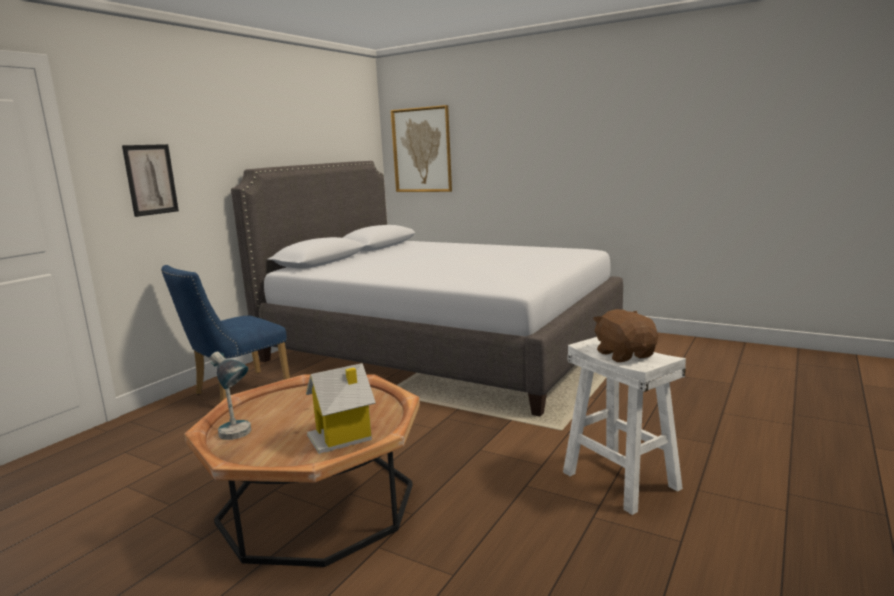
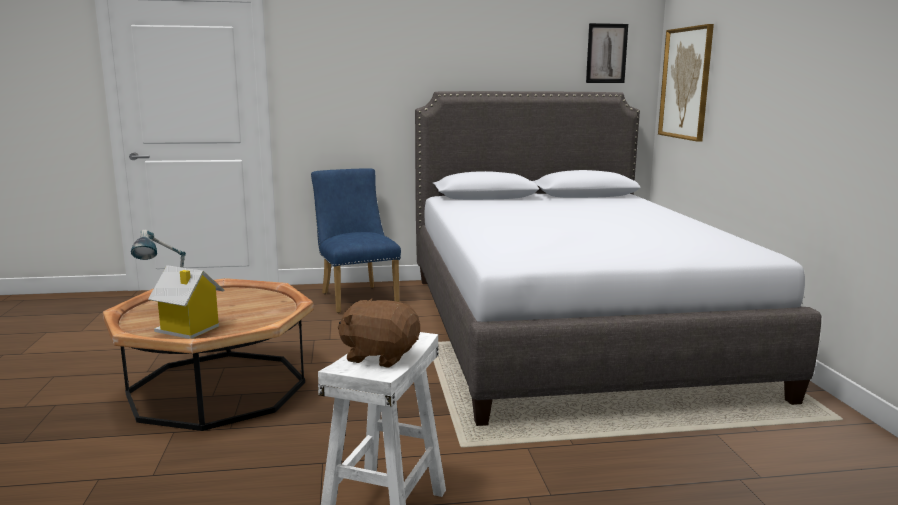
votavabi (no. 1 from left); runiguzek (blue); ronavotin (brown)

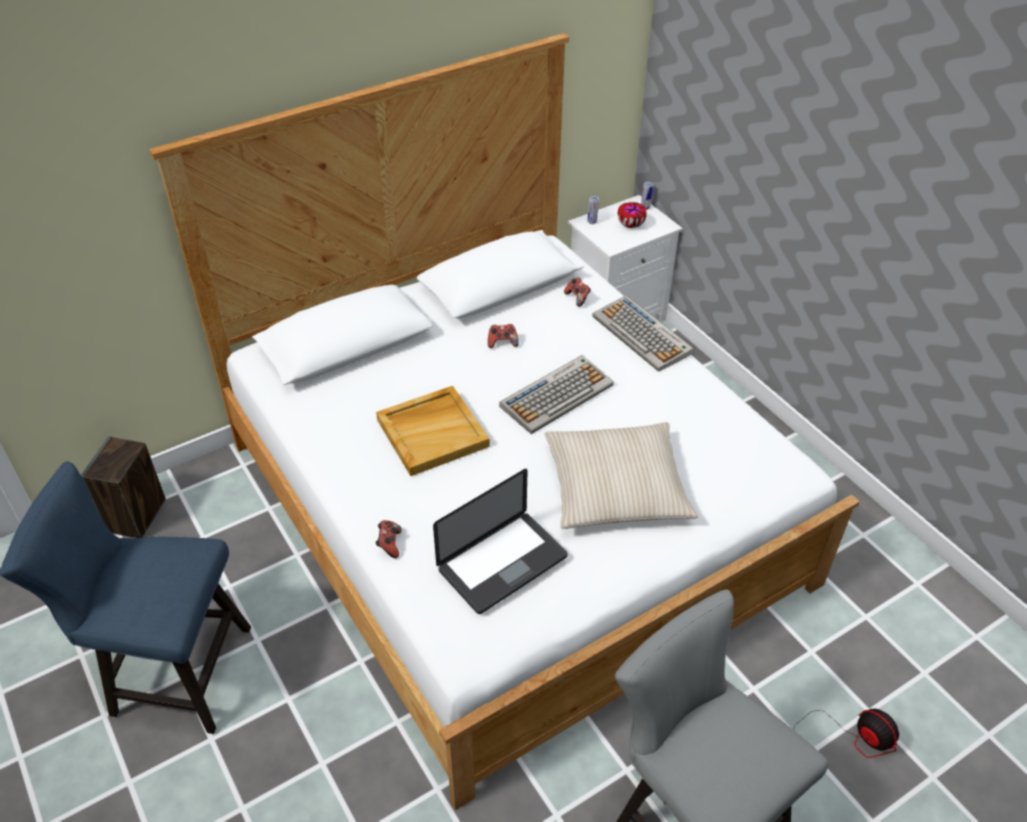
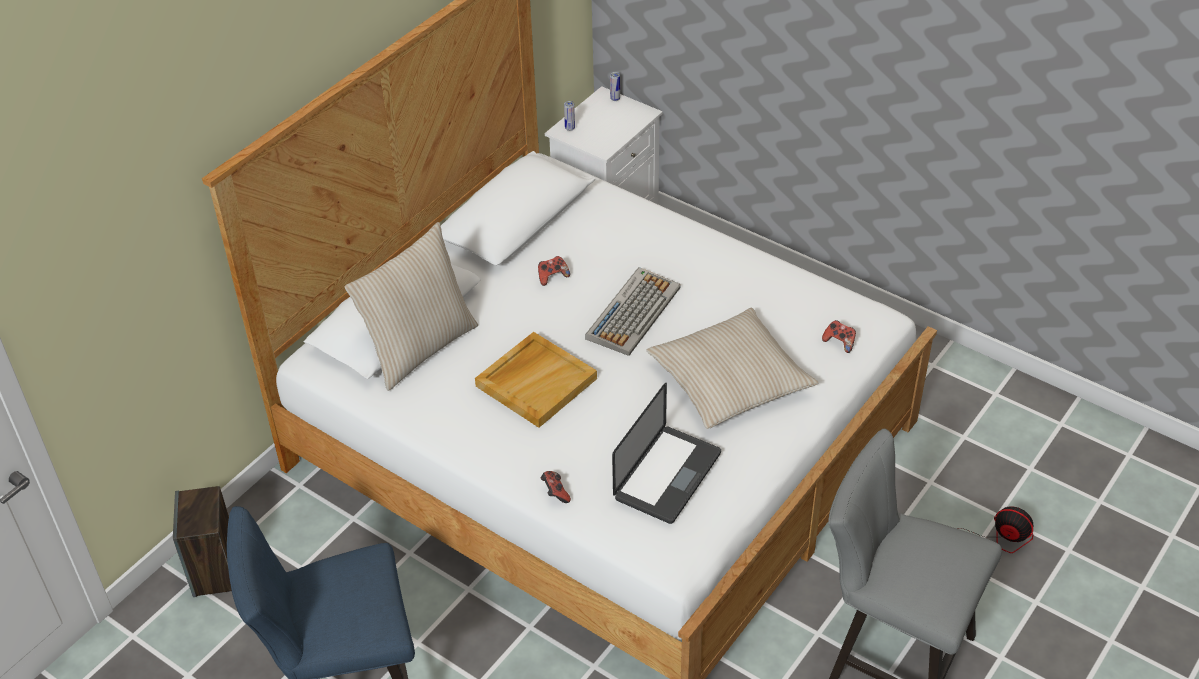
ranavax (no. 3 from left); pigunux (no. 2 from left in the first image); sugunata; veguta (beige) (no. 1 from left)

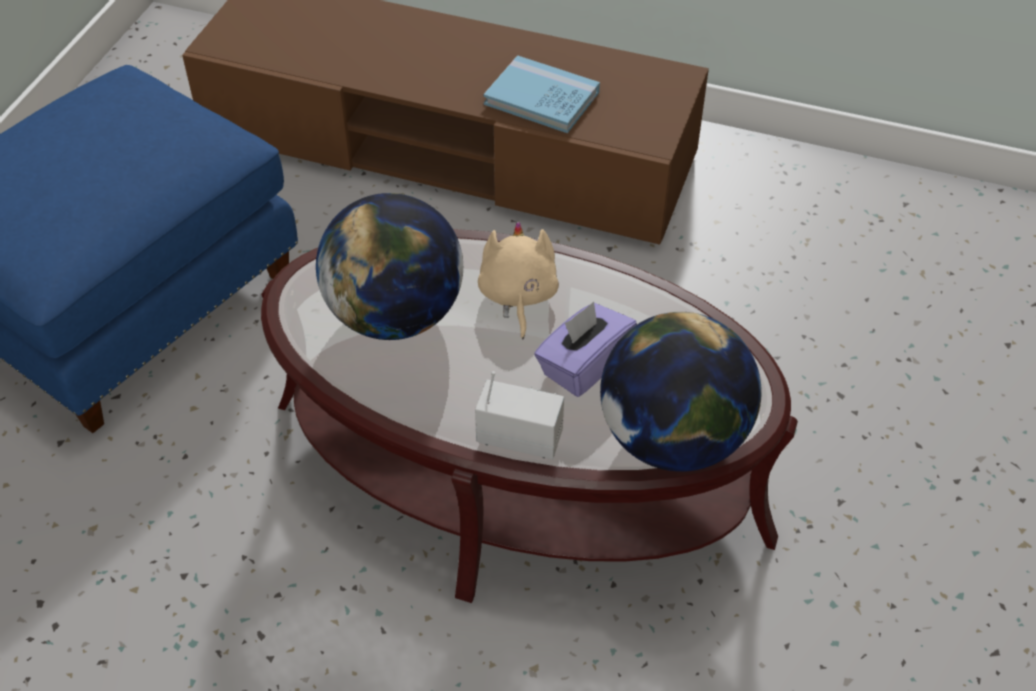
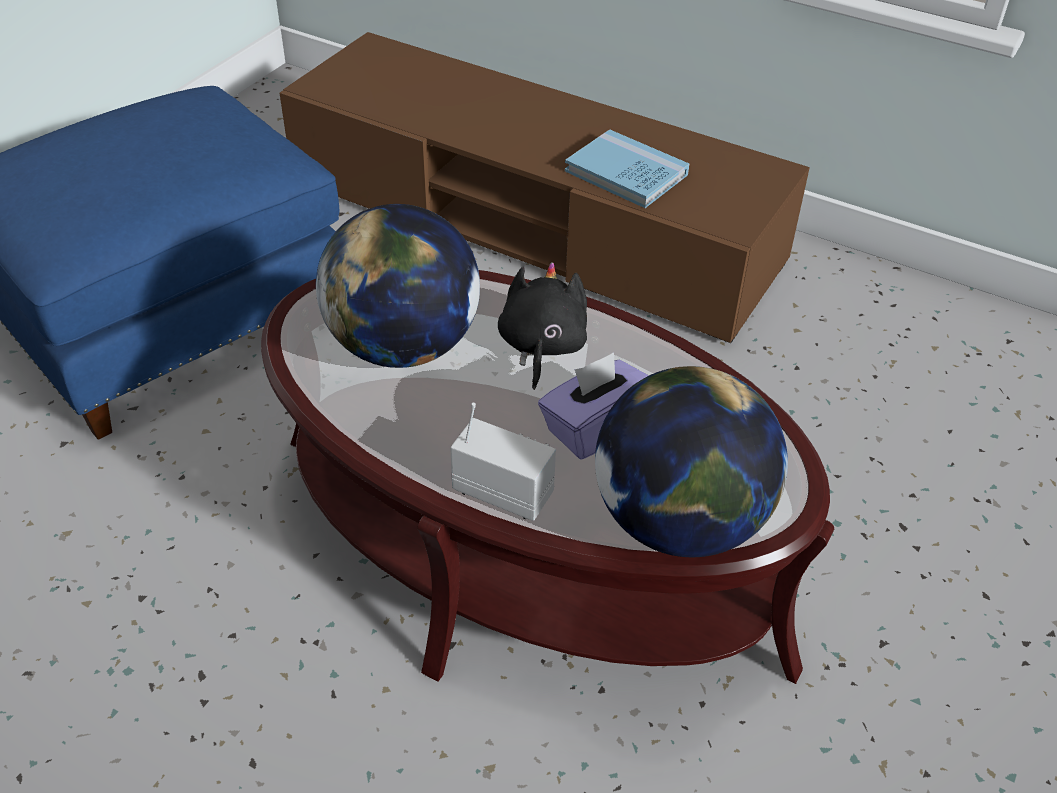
ronavotin (black)

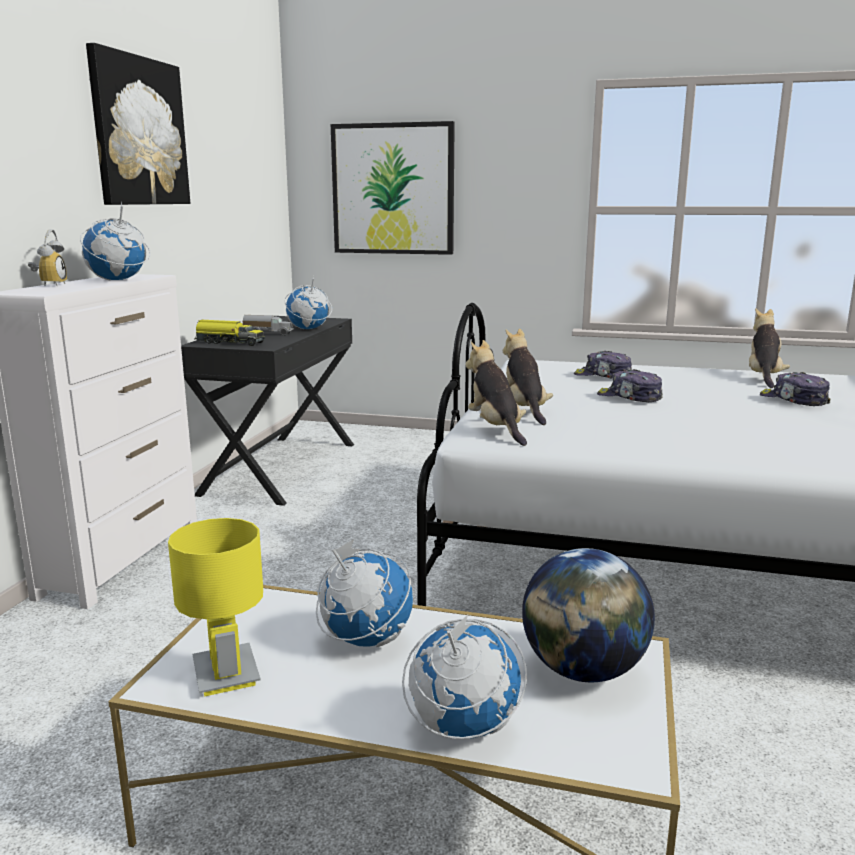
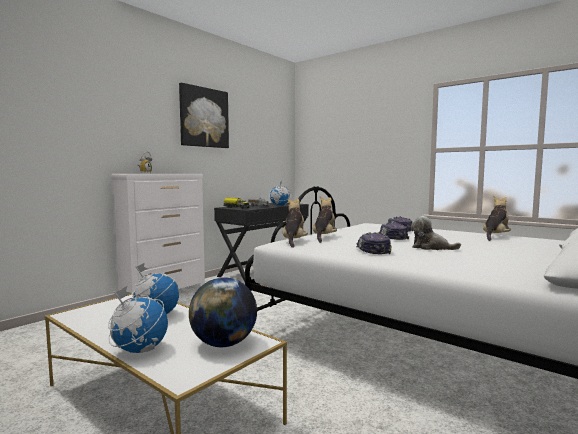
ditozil (no. 1 from left in the first image); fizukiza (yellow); votavabi (no. 2 from left in the first image); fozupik (no. 1 from left); ronavotin (no. 3 from left)

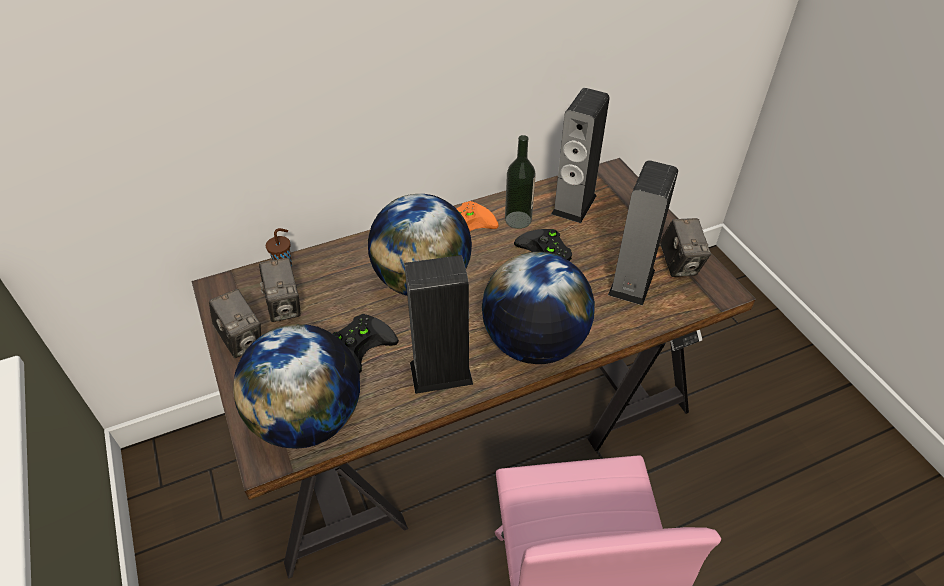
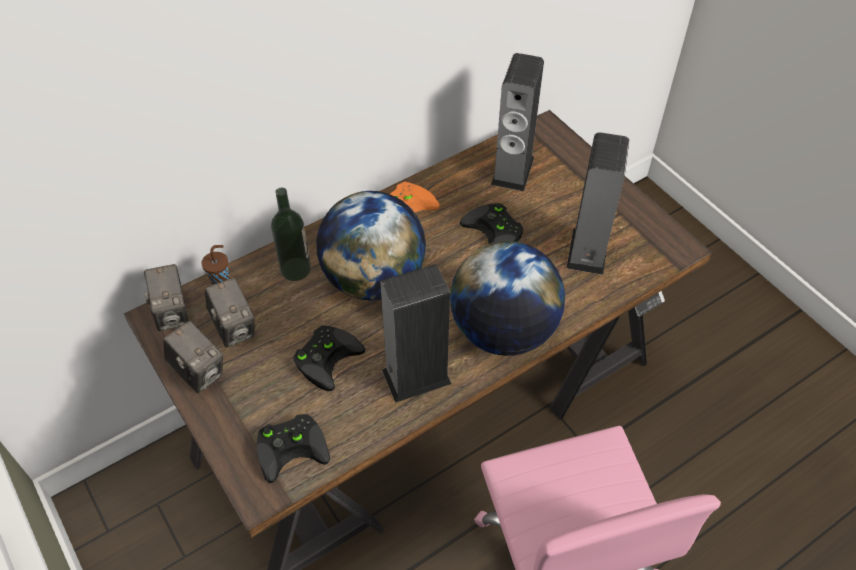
ranavax (black) (no. 1 from left); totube; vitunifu (no. 1 from left)

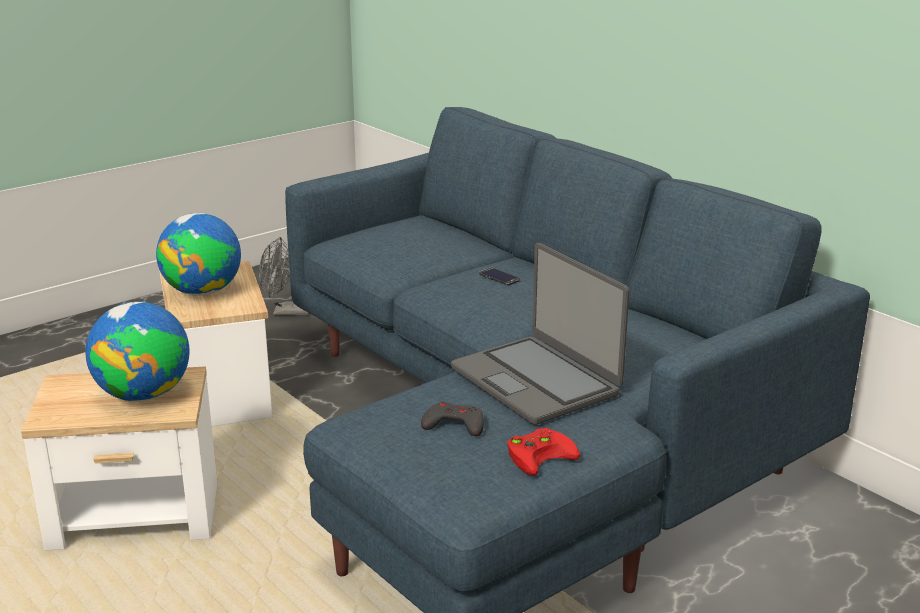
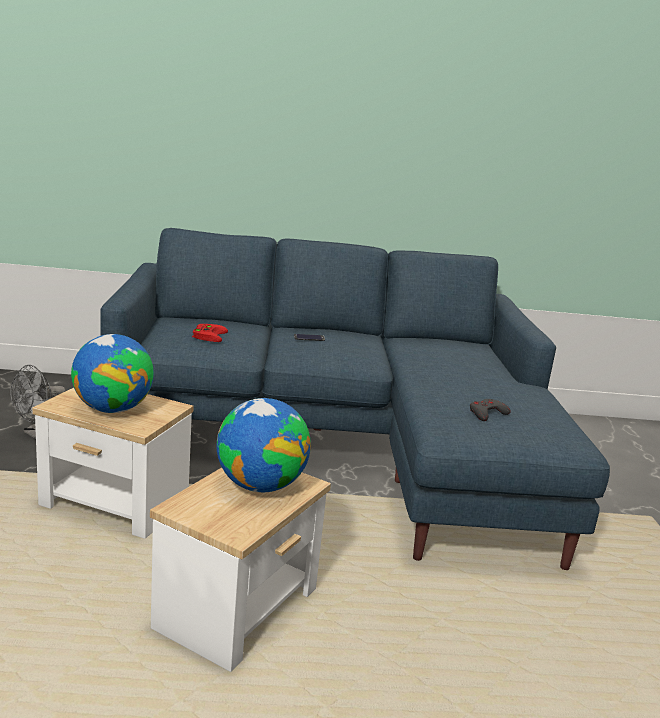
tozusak; ranavax (red)

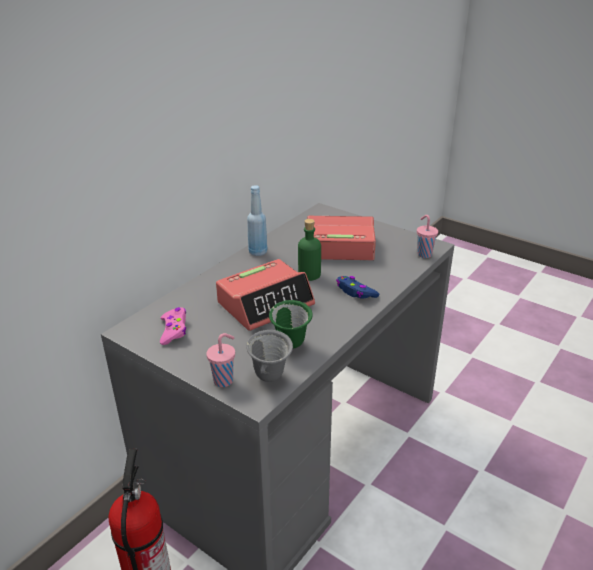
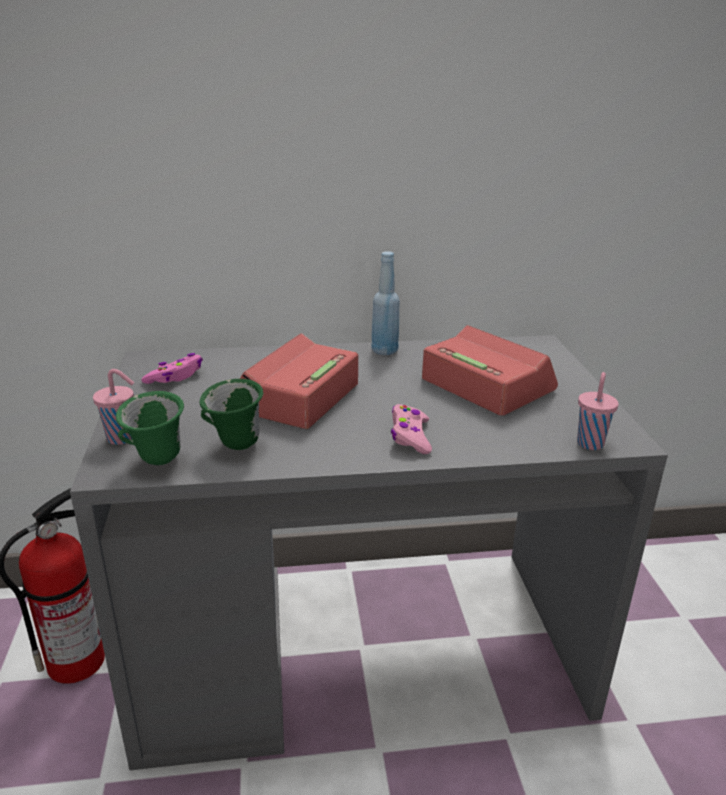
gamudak (no. 1 from left); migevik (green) (no. 1 from left); totube (green); ranavax (pink) (no. 2 from left)

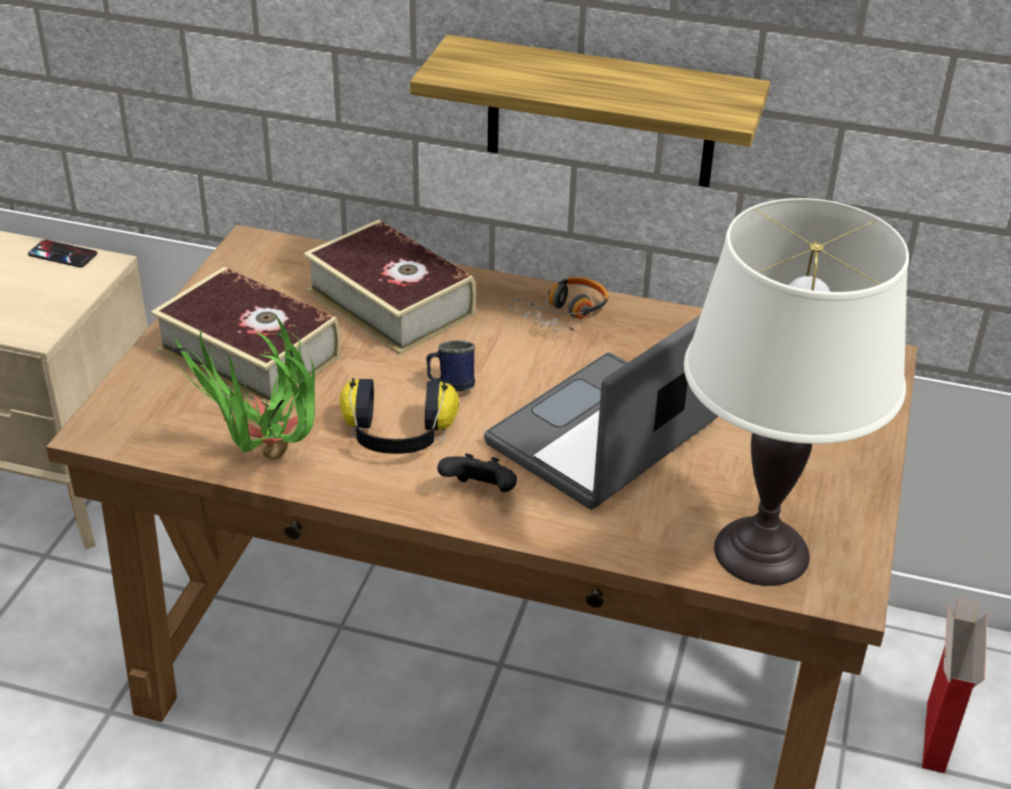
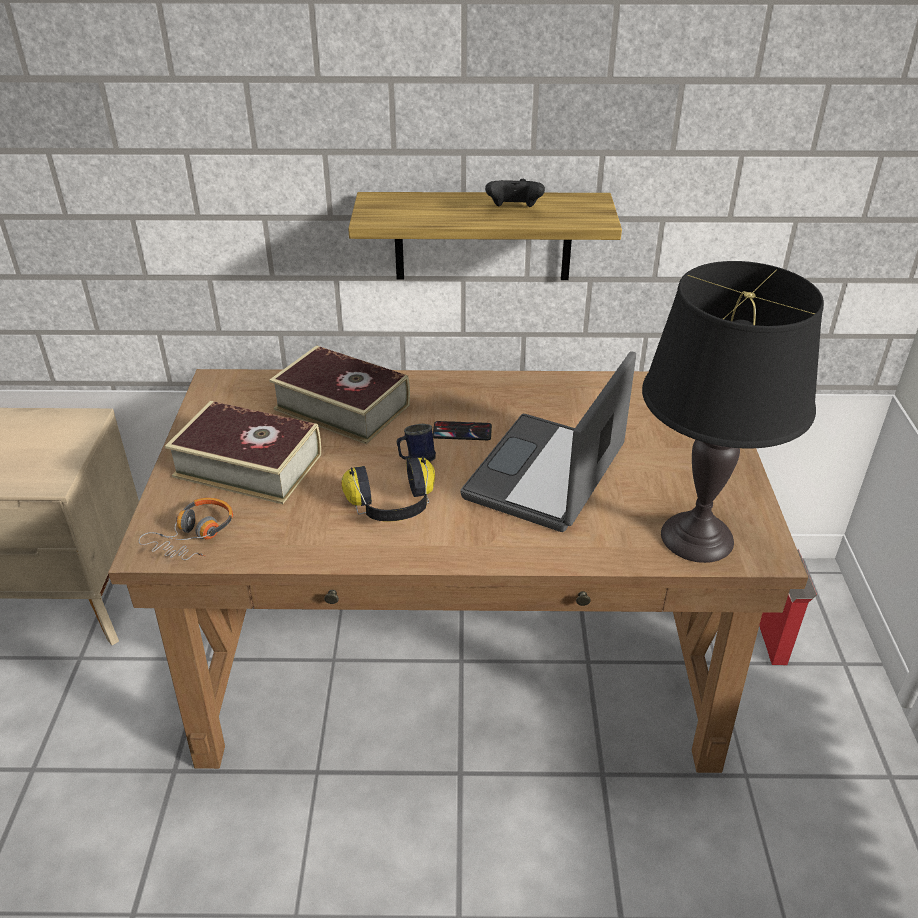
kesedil; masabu; ranavax (black); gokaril (no. 1 from left); fizukiza (black)

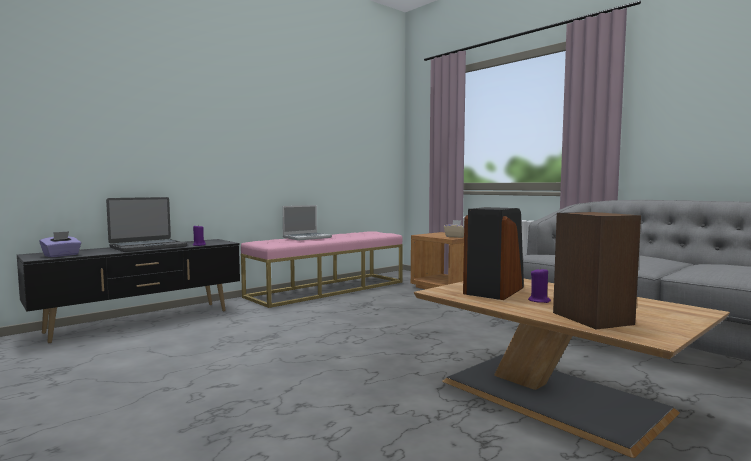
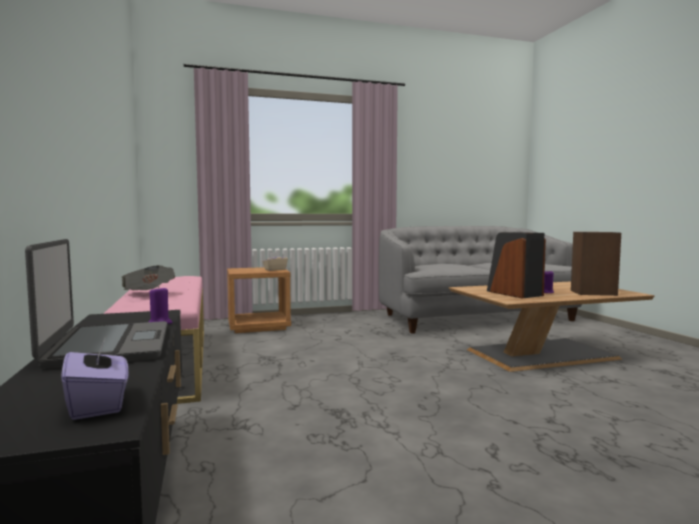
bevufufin

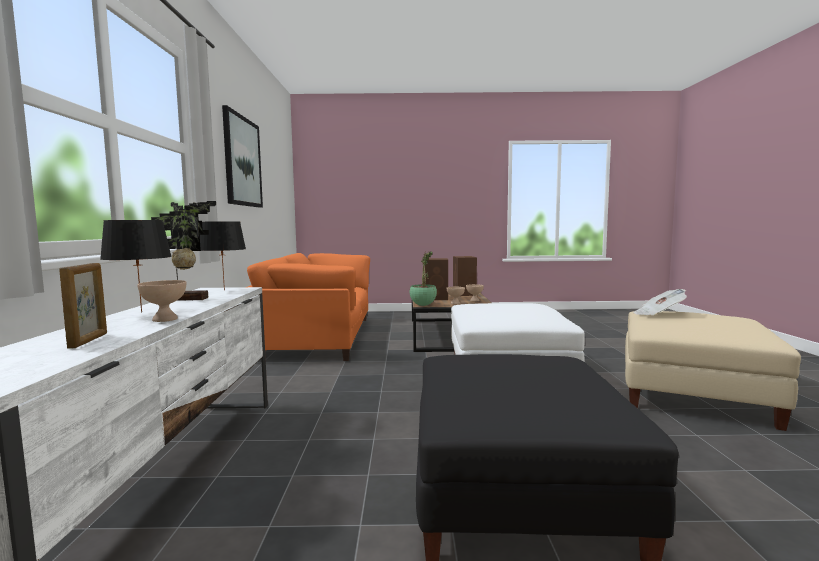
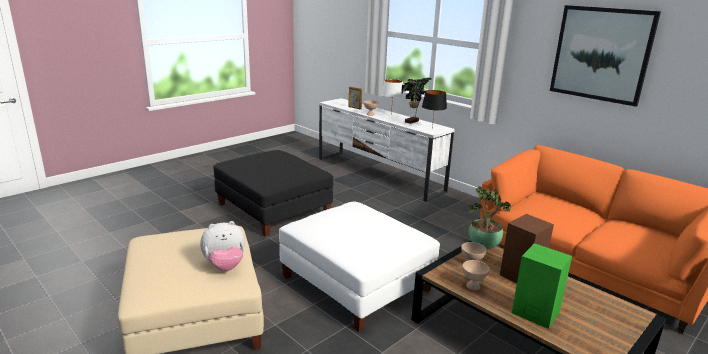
fizukiza (white); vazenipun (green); ronavotin

